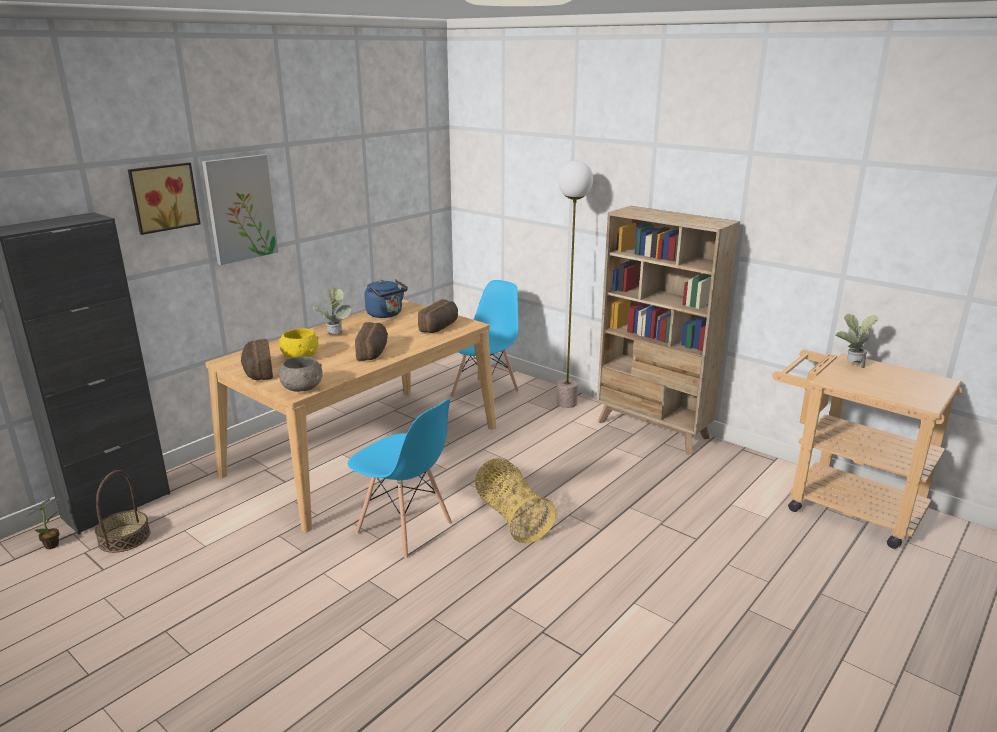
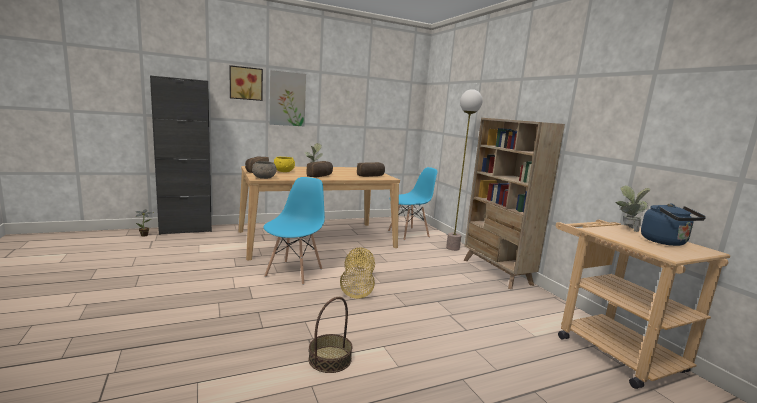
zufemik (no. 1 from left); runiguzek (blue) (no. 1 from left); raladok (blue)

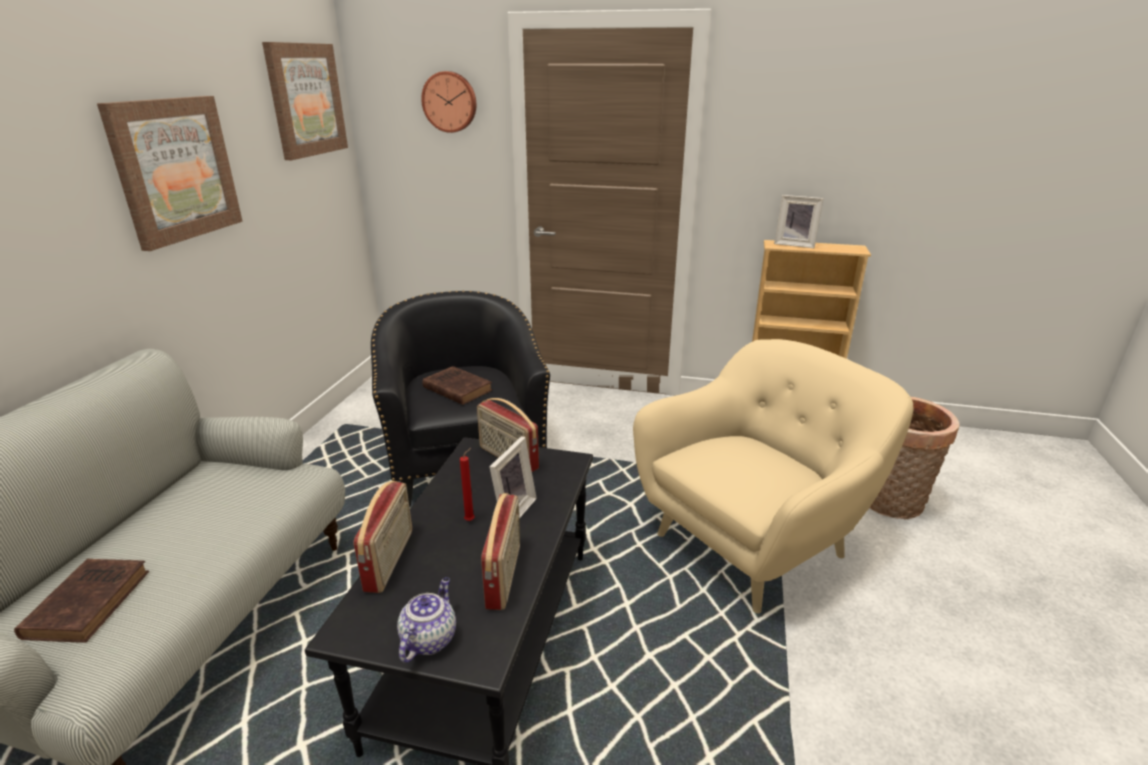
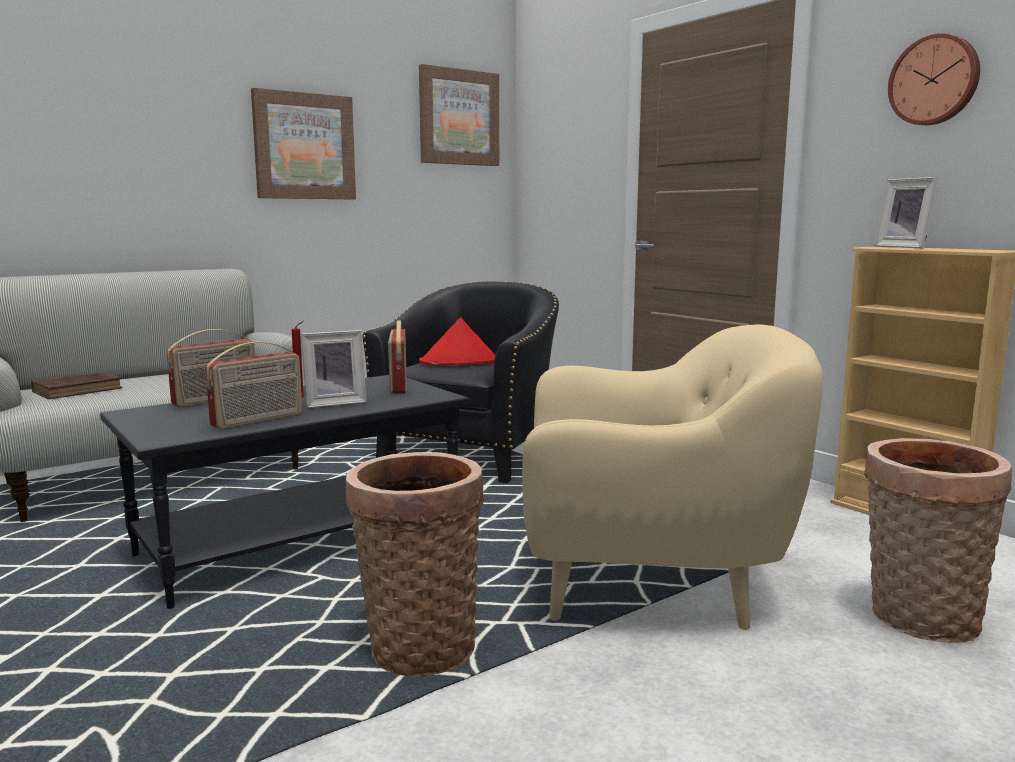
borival; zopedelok; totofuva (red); zufemik (no. 1 from left)

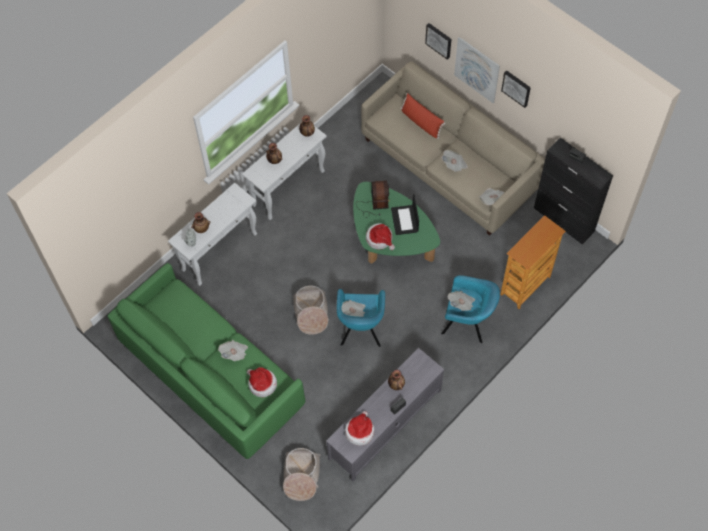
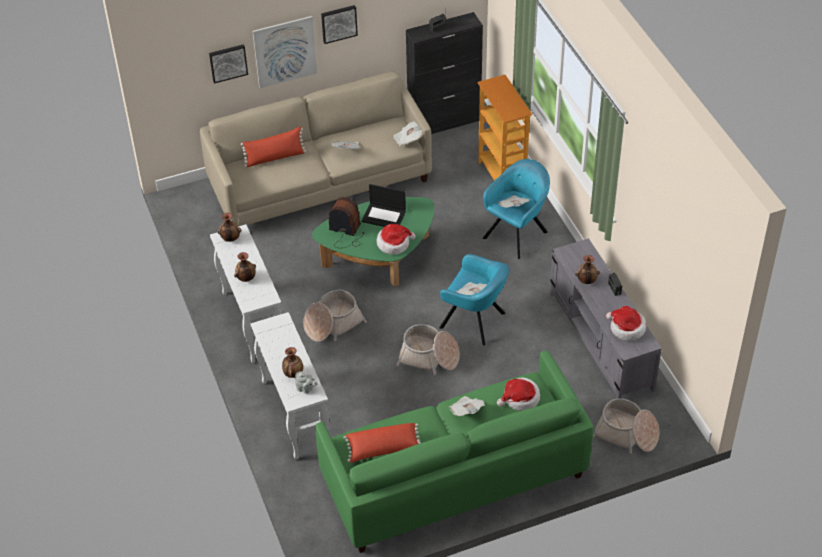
zufemik (no. 1 from left); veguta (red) (no. 2 from left)

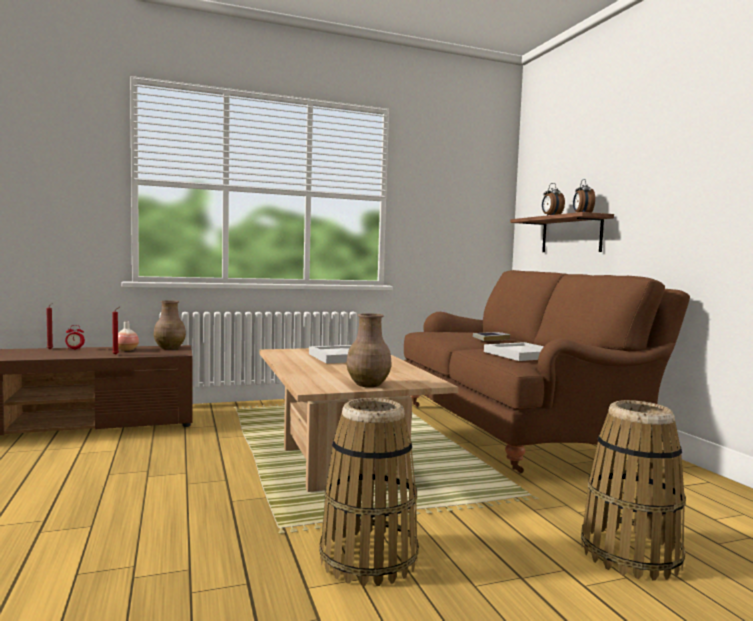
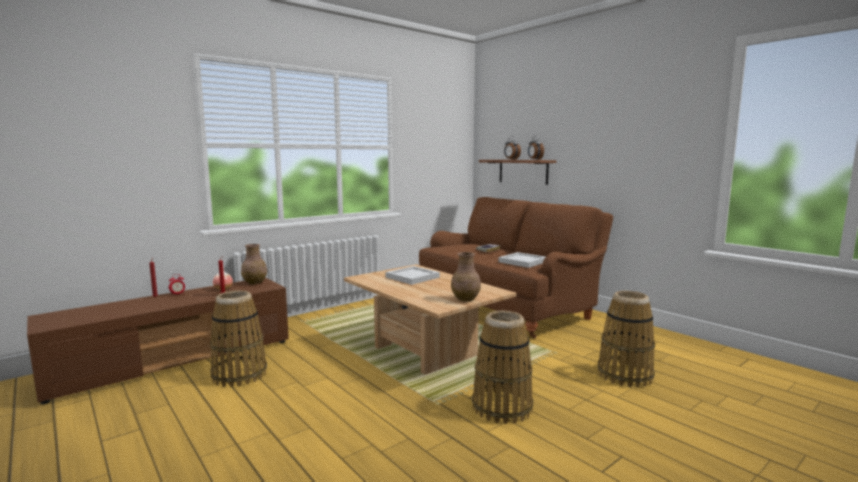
zufemik (no. 1 from left)

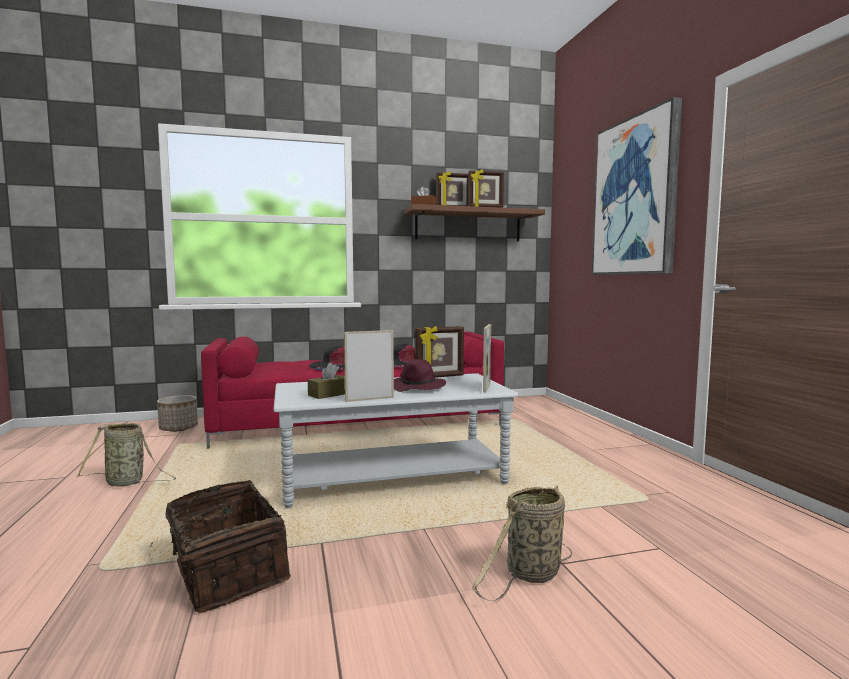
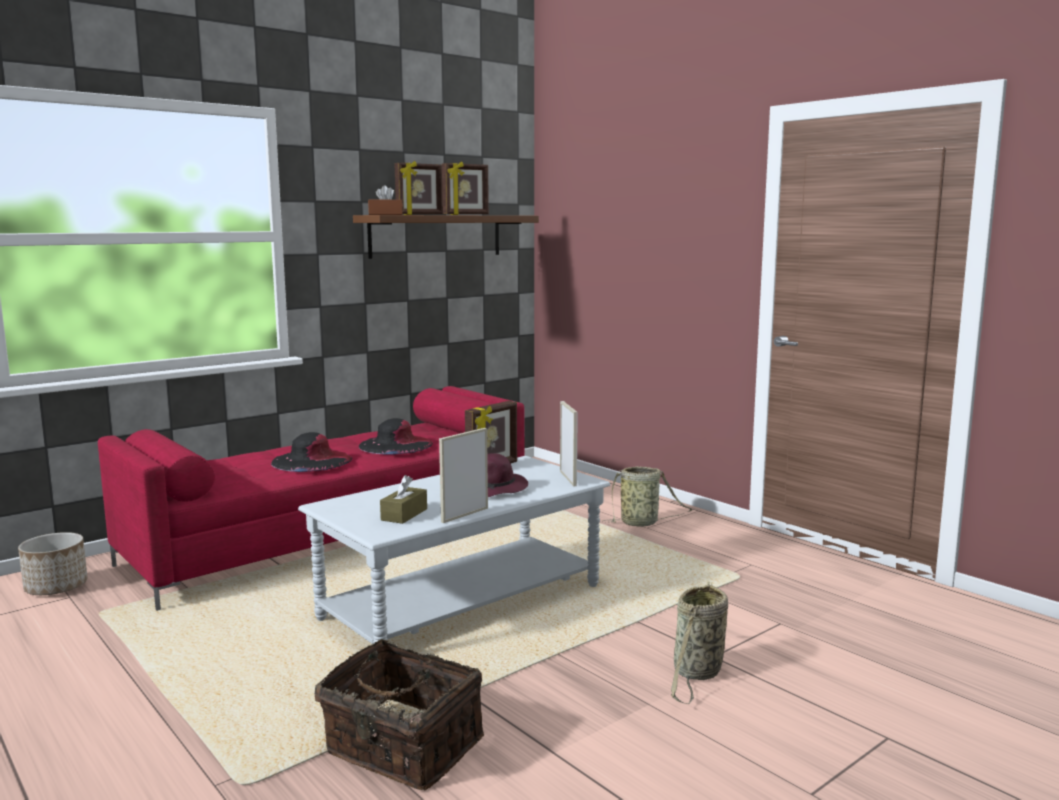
zufemik (no. 2 from left); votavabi

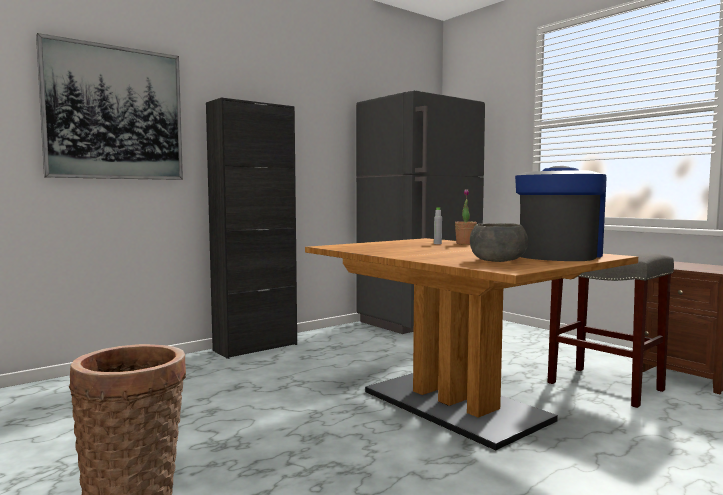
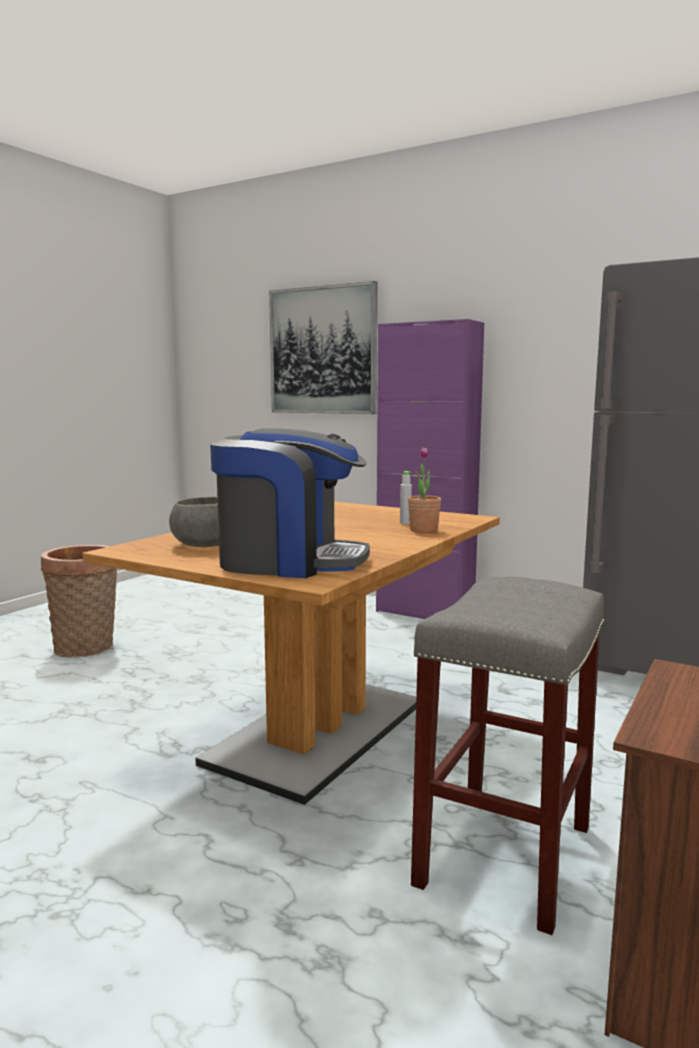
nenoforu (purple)

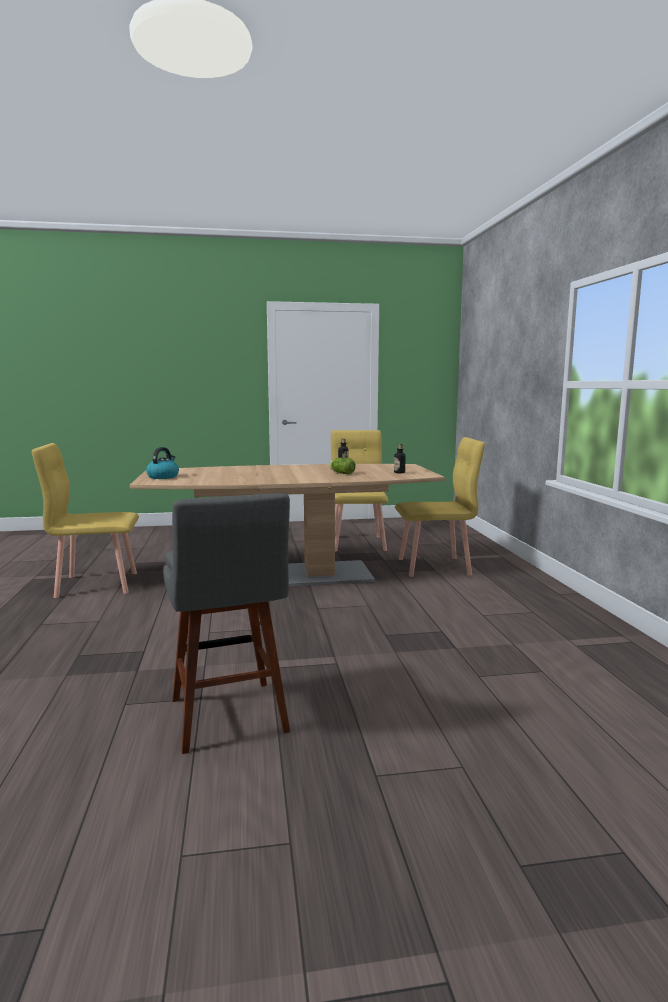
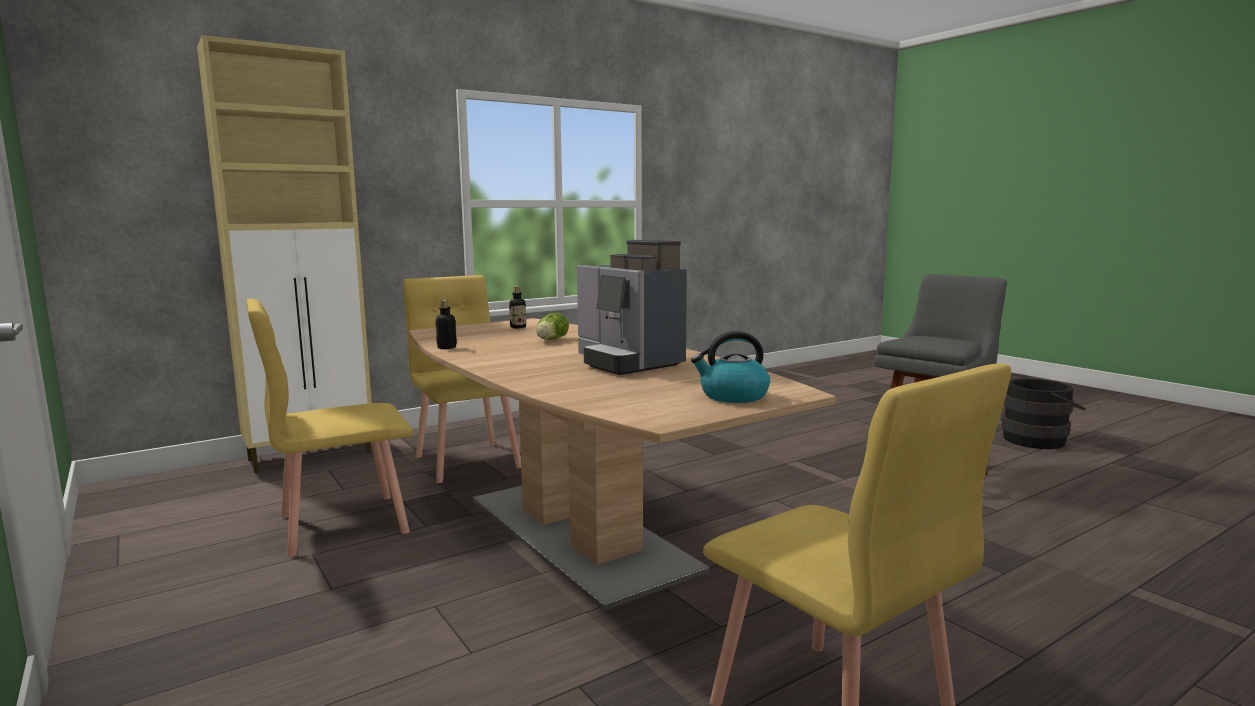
nenoforu (beige); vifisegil; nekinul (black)

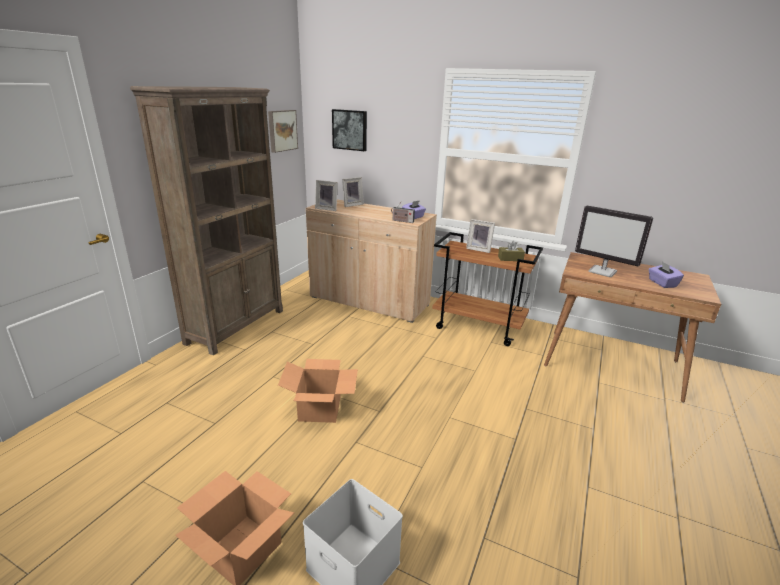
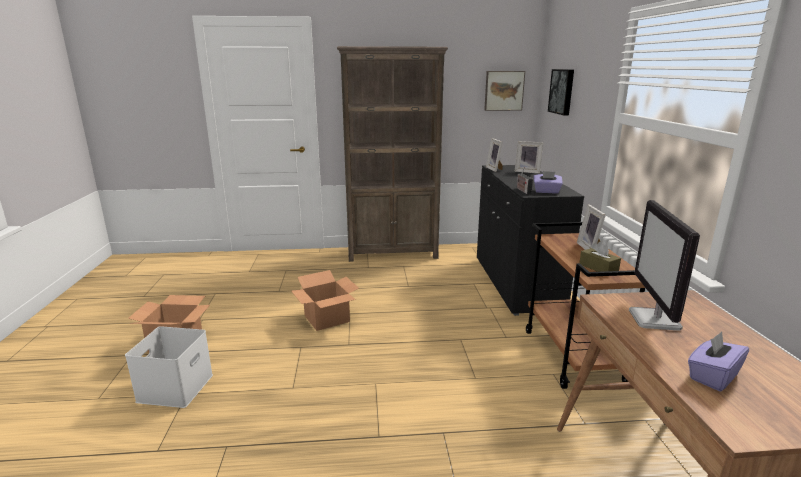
nenoforu (black)

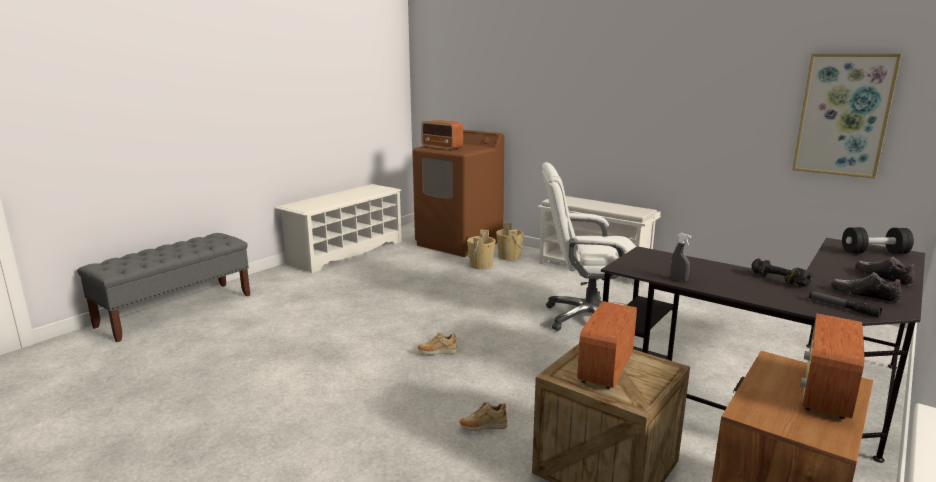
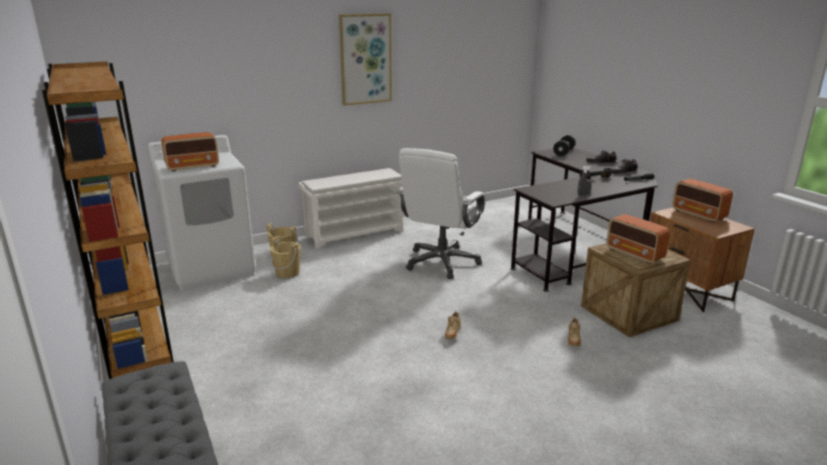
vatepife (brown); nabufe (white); votavabi

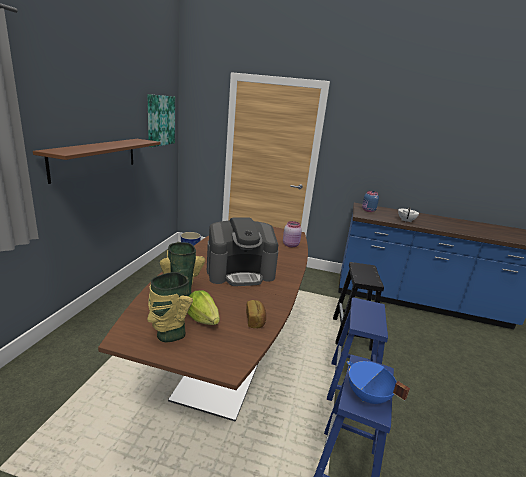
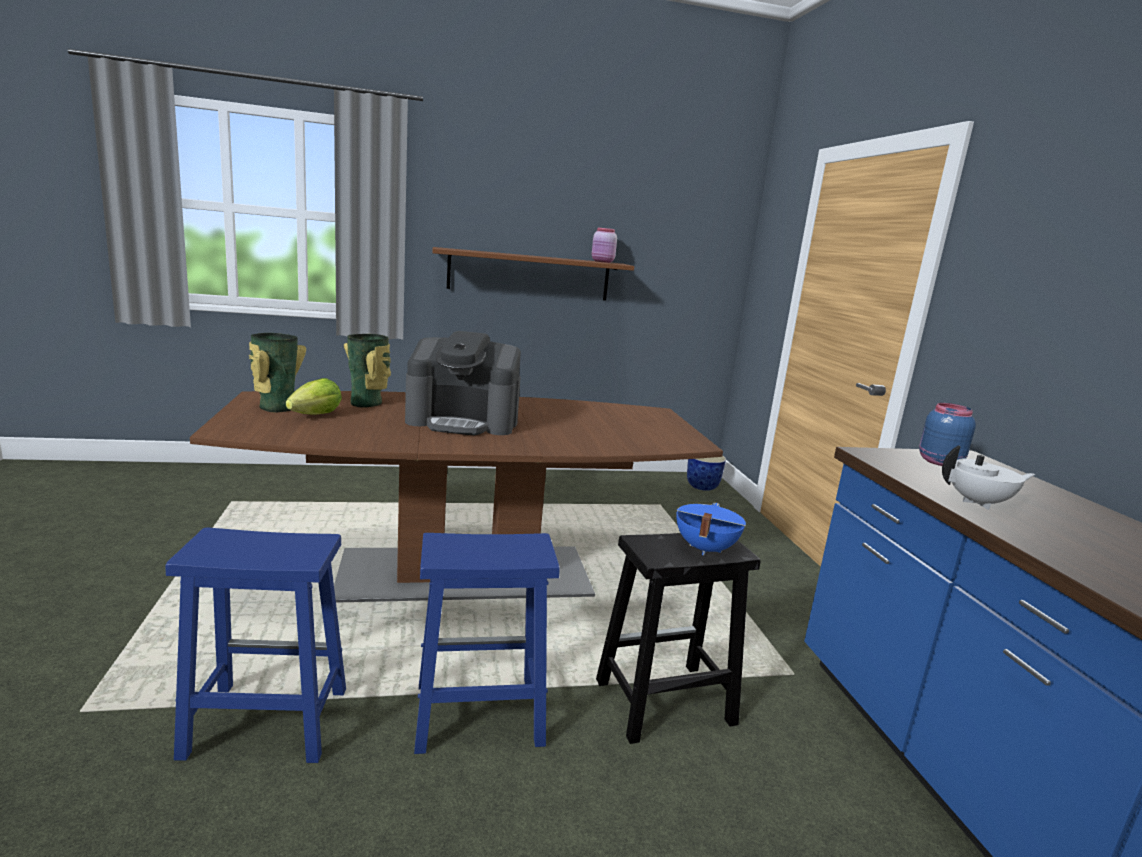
votavabi; vifisegil; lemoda; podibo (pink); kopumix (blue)

